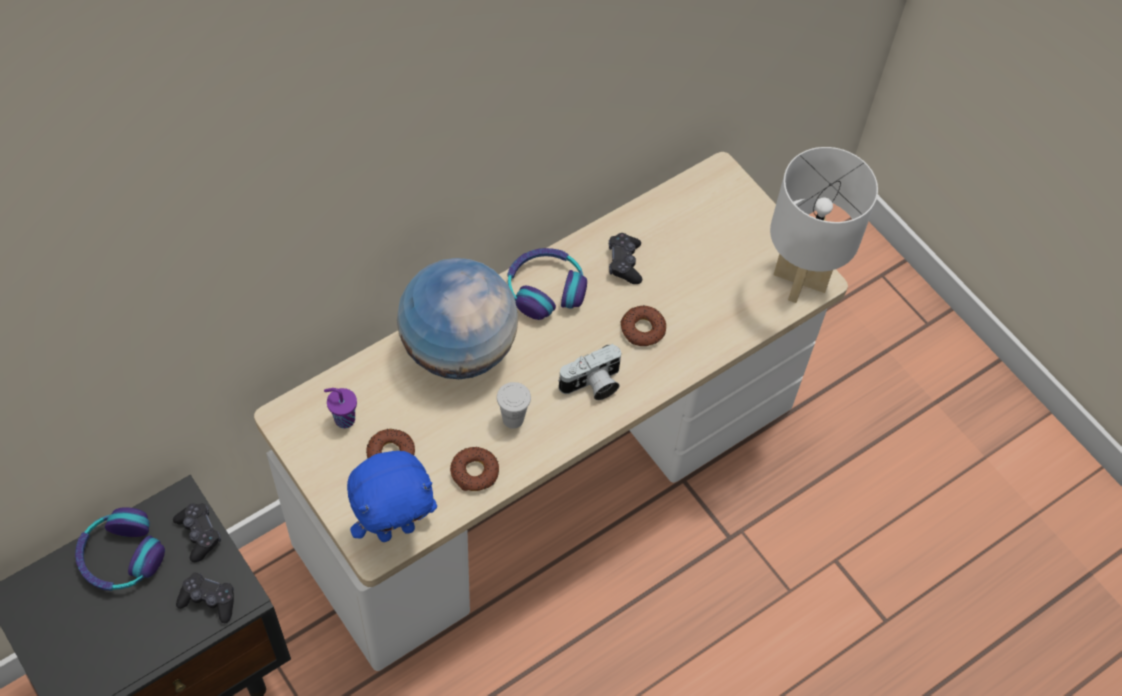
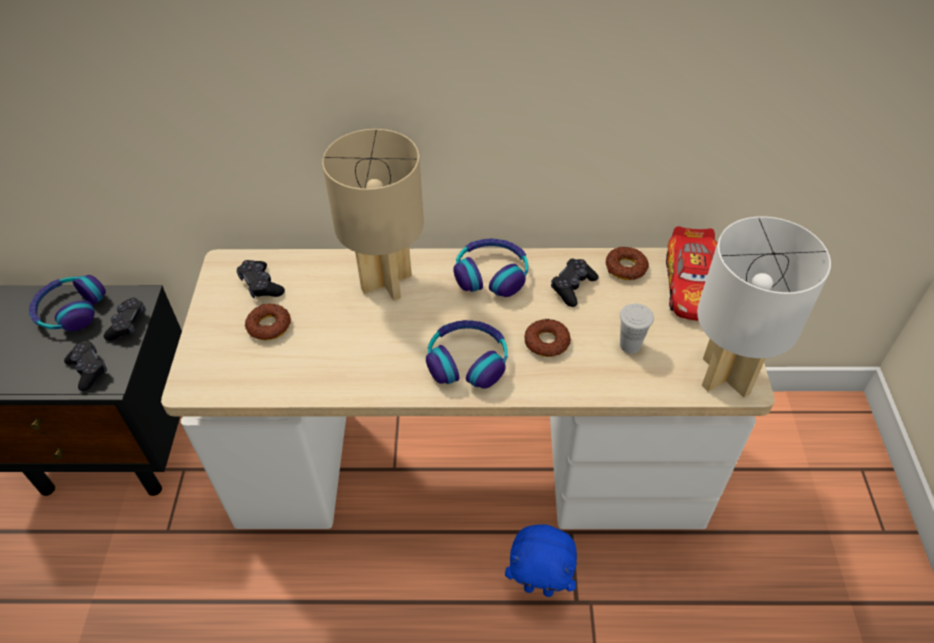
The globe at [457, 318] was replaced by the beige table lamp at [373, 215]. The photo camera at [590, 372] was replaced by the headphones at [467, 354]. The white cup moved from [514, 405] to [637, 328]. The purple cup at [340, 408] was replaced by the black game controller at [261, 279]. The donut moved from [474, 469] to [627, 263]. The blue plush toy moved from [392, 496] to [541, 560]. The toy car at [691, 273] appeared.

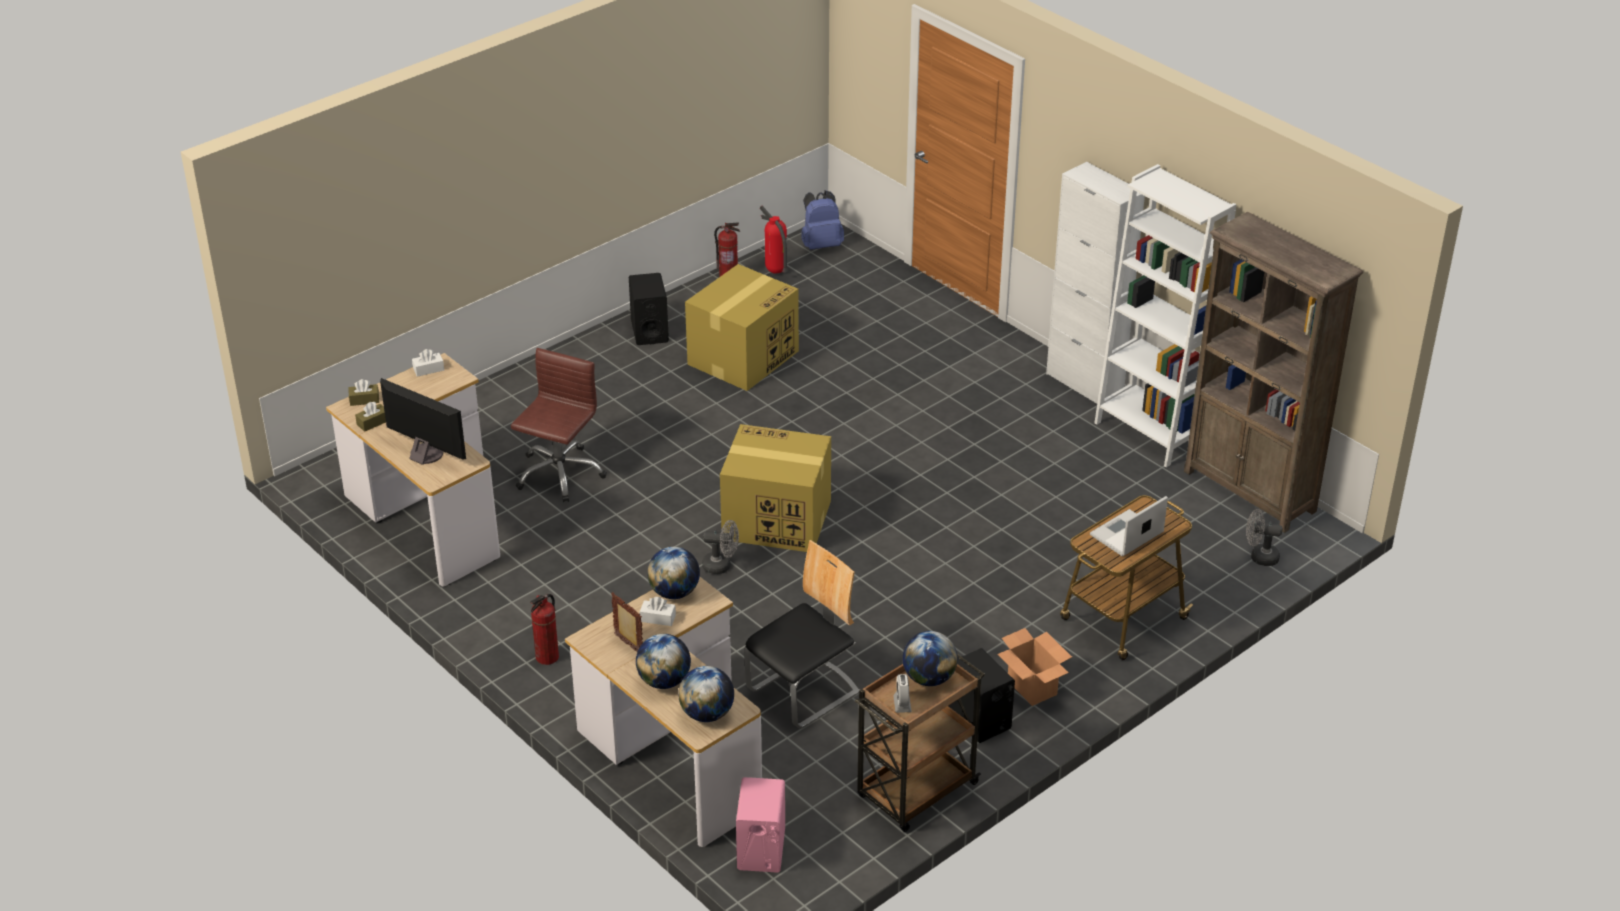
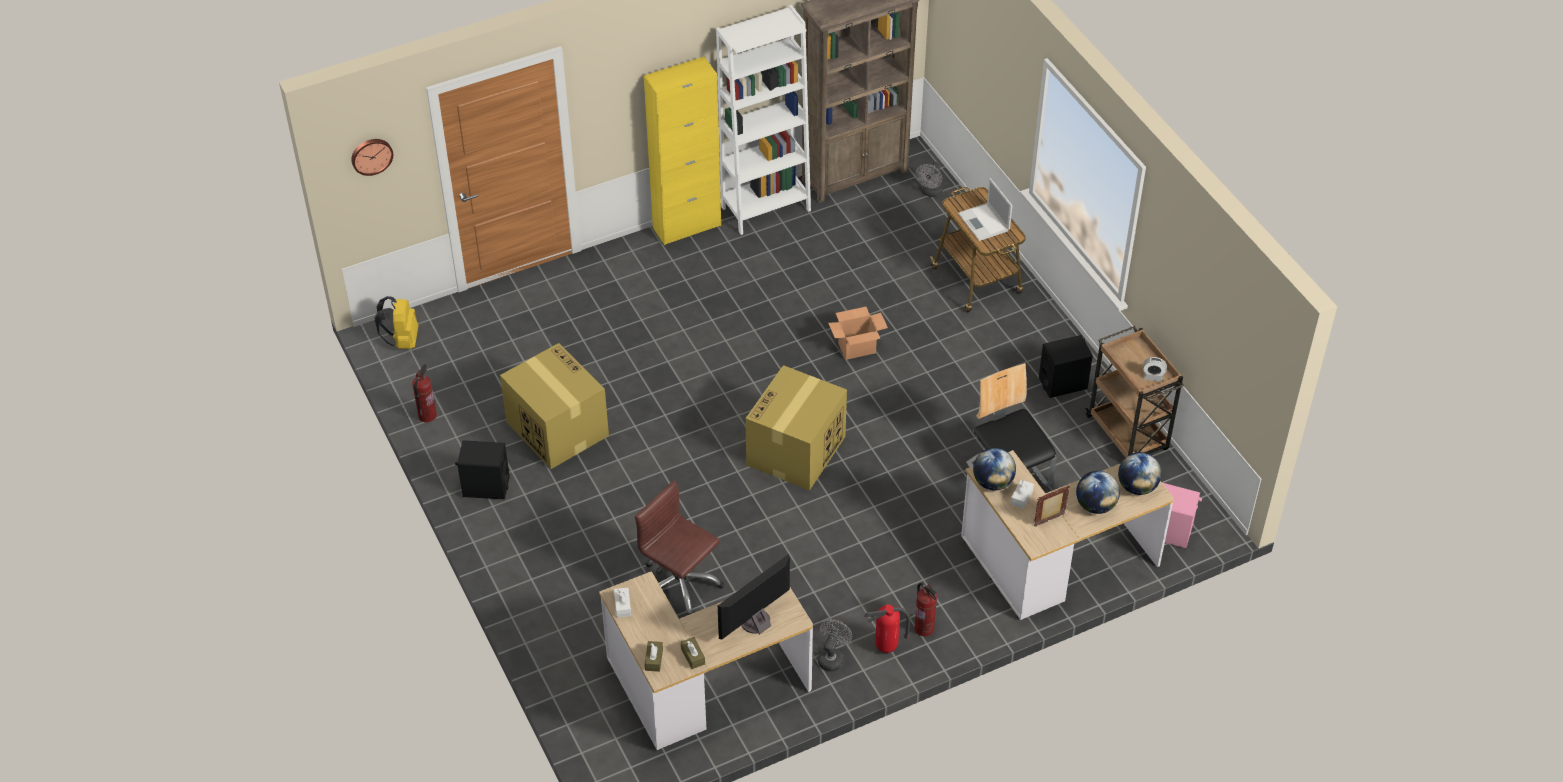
The white cabinet at [1095, 283] became the yellow cabinet at [682, 151]. The blue backpack at [822, 220] became the yellow backpack at [397, 322]. The fire extinguisher moved from [774, 239] to [887, 628]. The grey fan moved from [720, 547] to [835, 645]. The cardboard box moved from [1035, 667] to [858, 333]. The globe at [930, 658] disappeared. The wall clock at [372, 157] appeared.

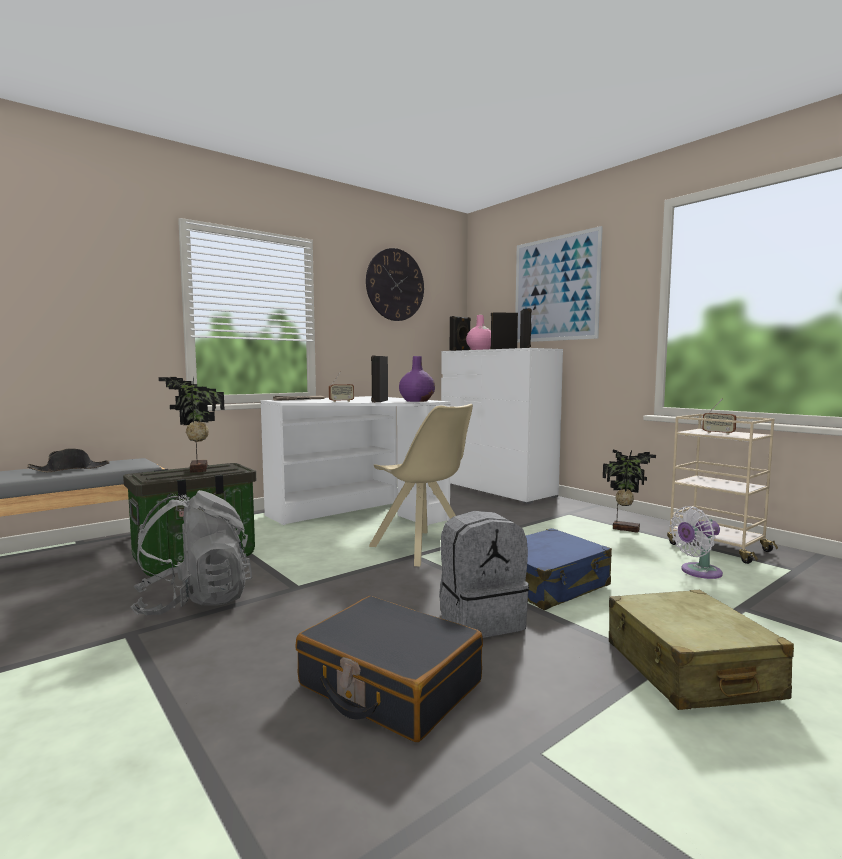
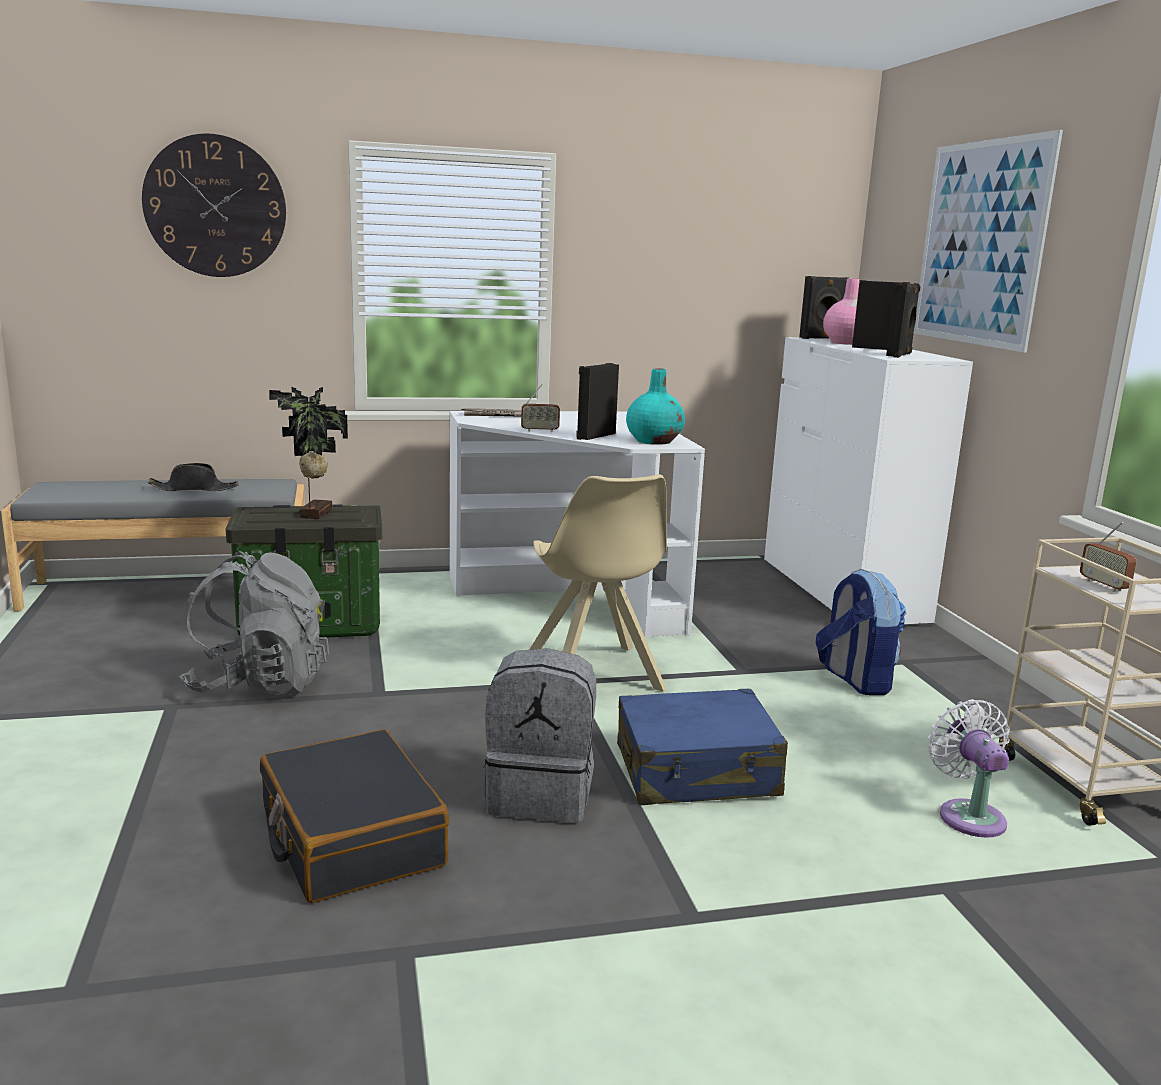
The wall clock moved from [395, 284] to [214, 205]. The purple vase at [417, 379] became the turquoise vase at [655, 406]. The potted plant at [629, 491] disappeared. The white fan at [696, 542] turned 75 degrees clockwise. The beige suitcase at [701, 650] disappeared. The backpack at [861, 632] appeared.

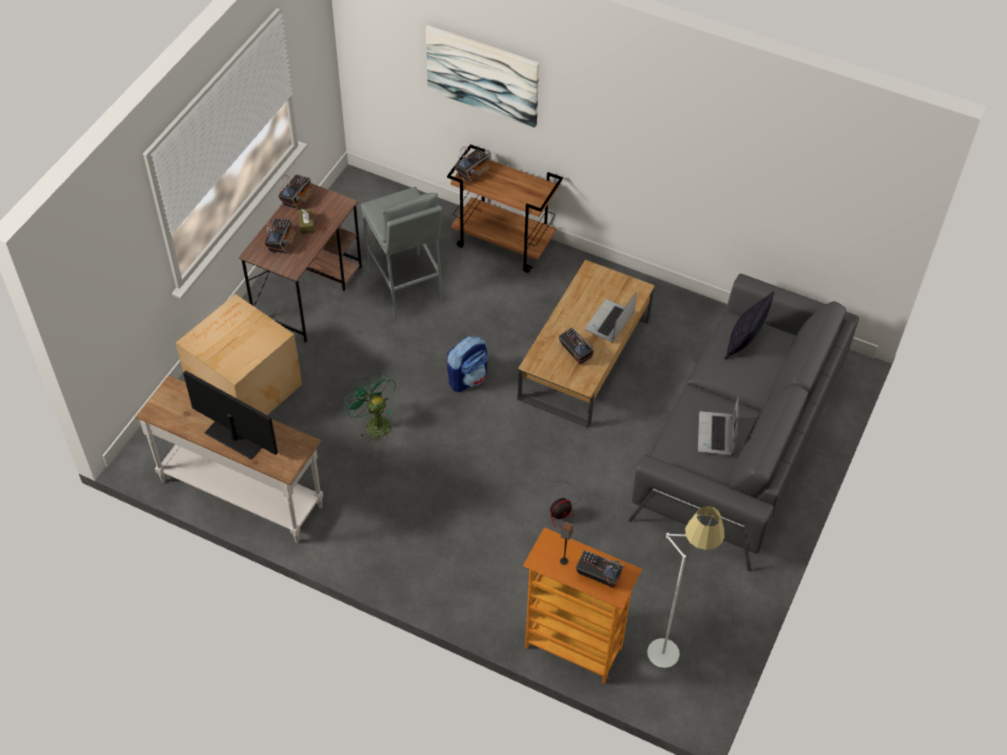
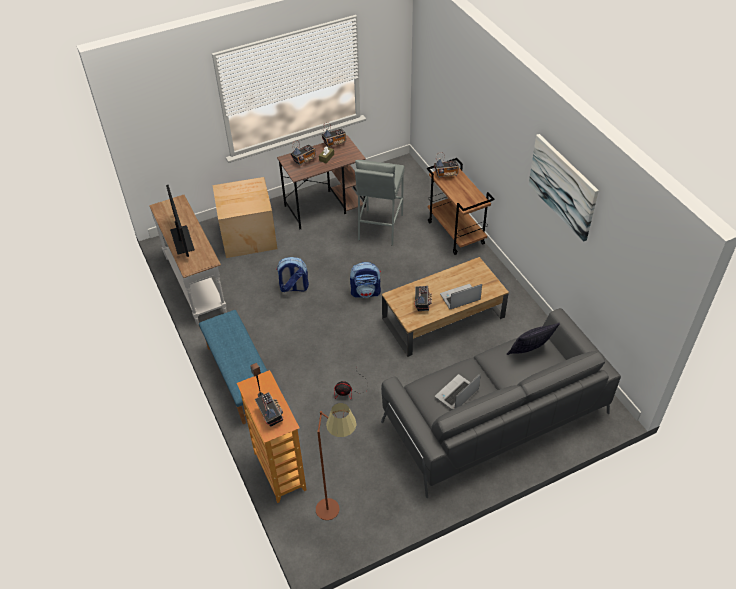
The picture moved from [482, 76] to [563, 188]. The green fan at [370, 408] was replaced by the backpack at [292, 274]. The white floor lamp at [686, 587] became the brown floor lamp at [336, 461]. The blue bench at [233, 367] appeared.

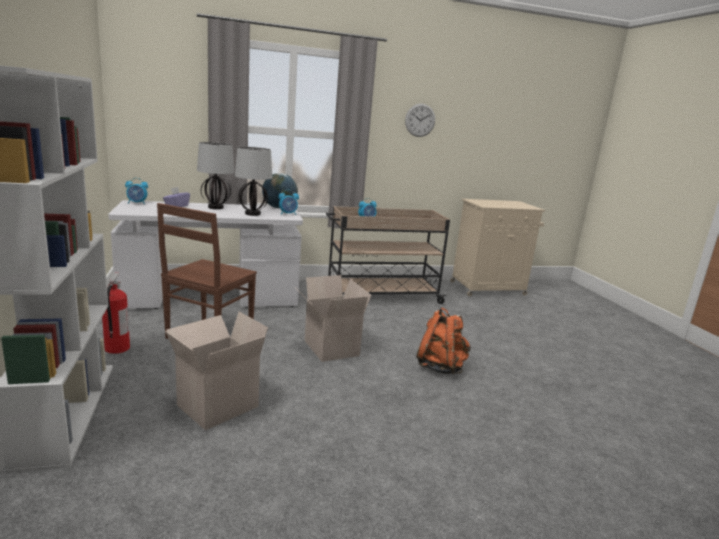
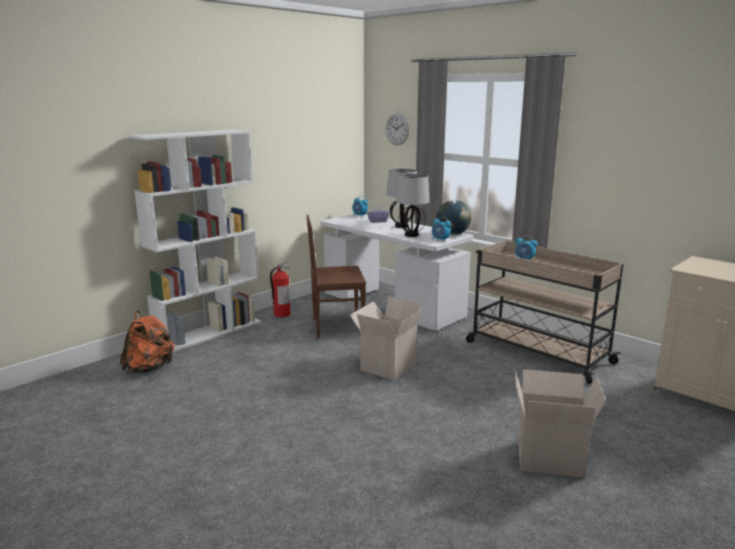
The wall clock moved from [420, 120] to [397, 129]. The orange backpack moved from [443, 341] to [147, 342]. The cardboard box moved from [216, 371] to [560, 423].

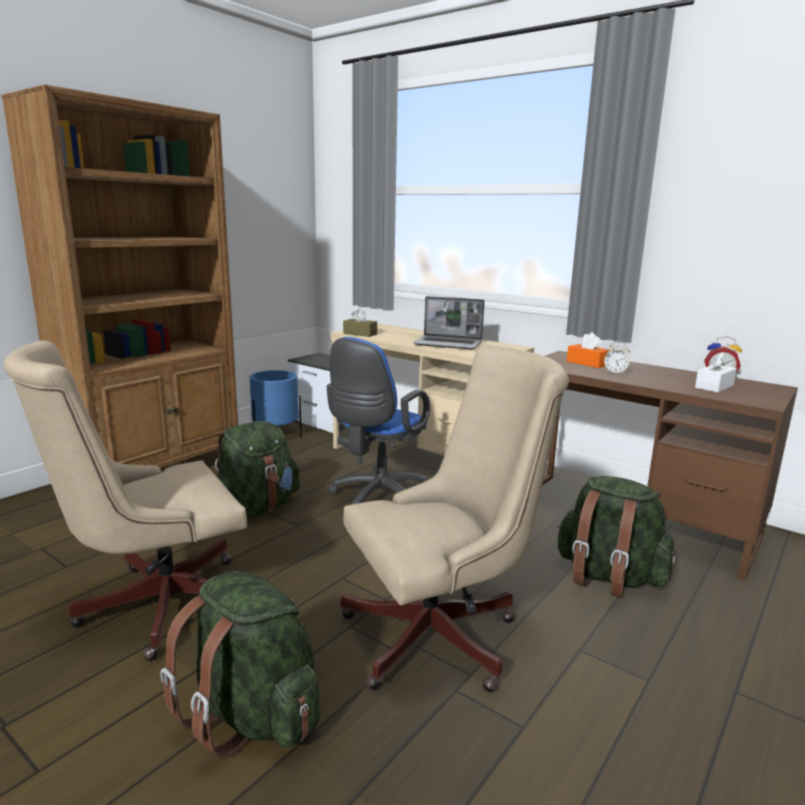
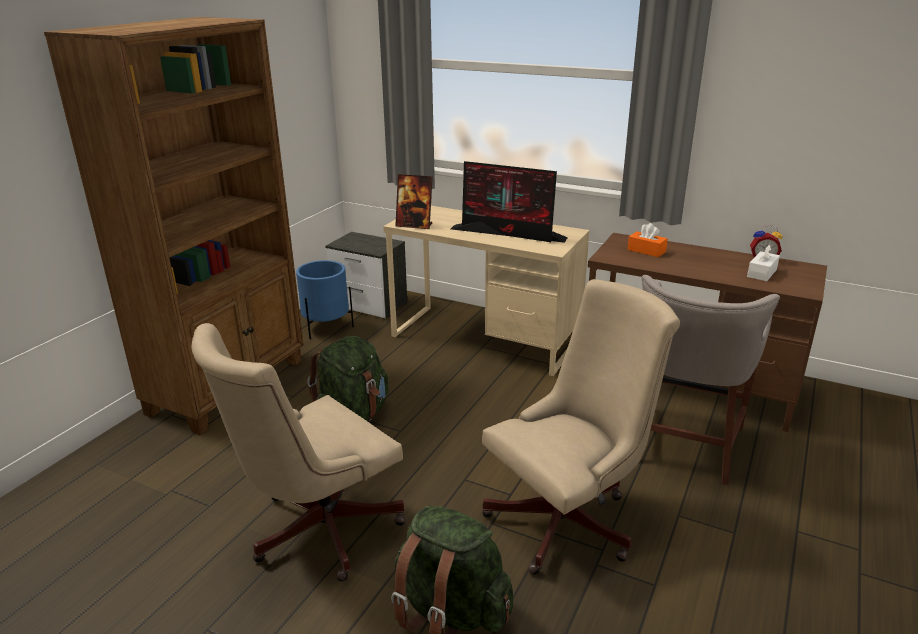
The laptop at [449, 323] was replaced by the monitor at [509, 202]. The brown tissue box at [360, 322] was replaced by the picture frame at [414, 201]. The blue office chair at [378, 420] disappeared. The alarm clock at [617, 357] disappeared. The green backpack at [616, 537] was replaced by the grey stool at [711, 380].

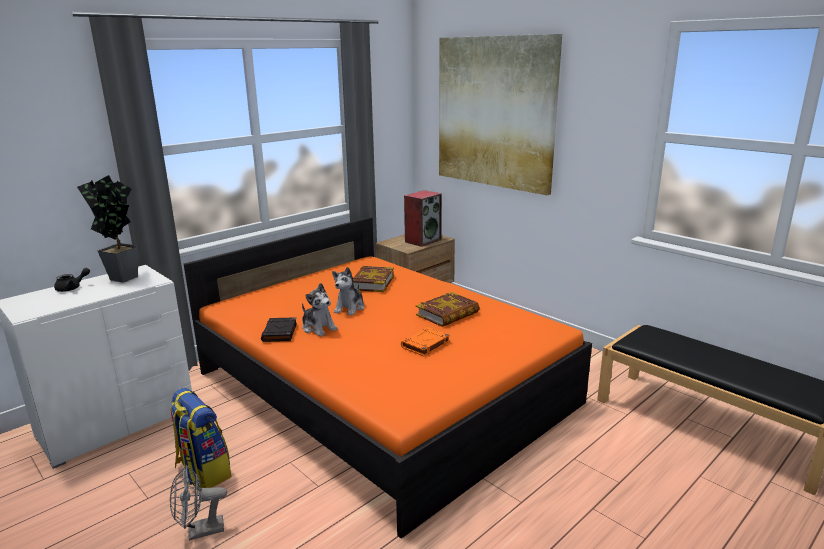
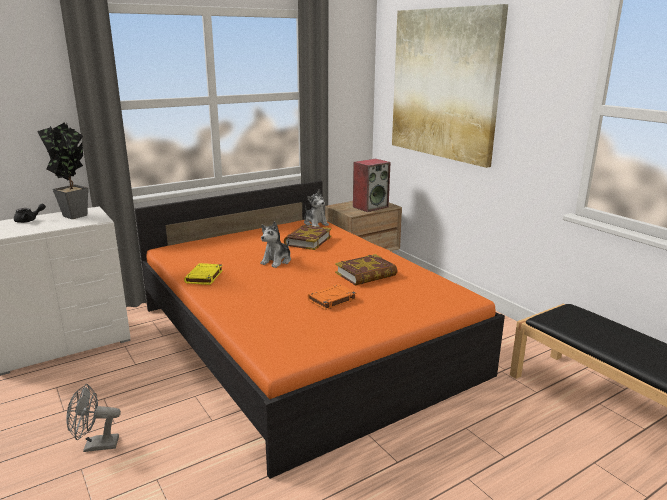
The plush toy moved from [320, 309] to [316, 208]. The black book at [279, 329] became the yellow book at [203, 274]. The backpack at [200, 438] disappeared.

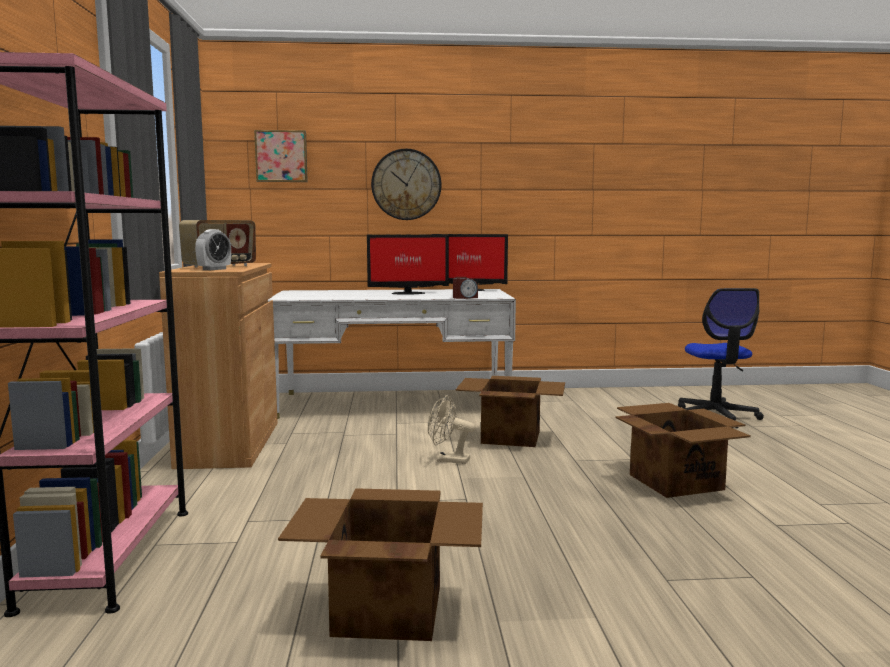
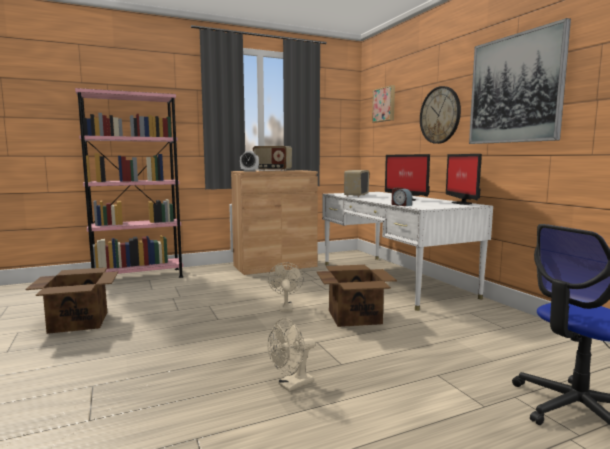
The cardboard box at [683, 450] was replaced by the beige fan at [292, 354]. The picture at [520, 81] appeared. The radio at [356, 183] appeared.

